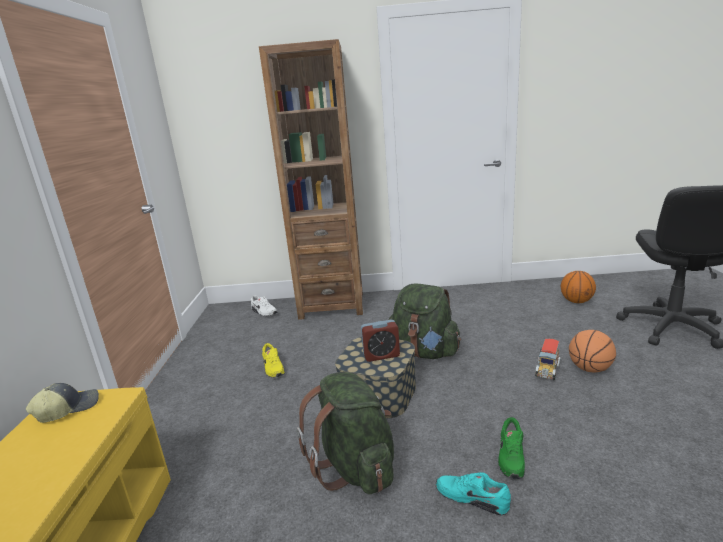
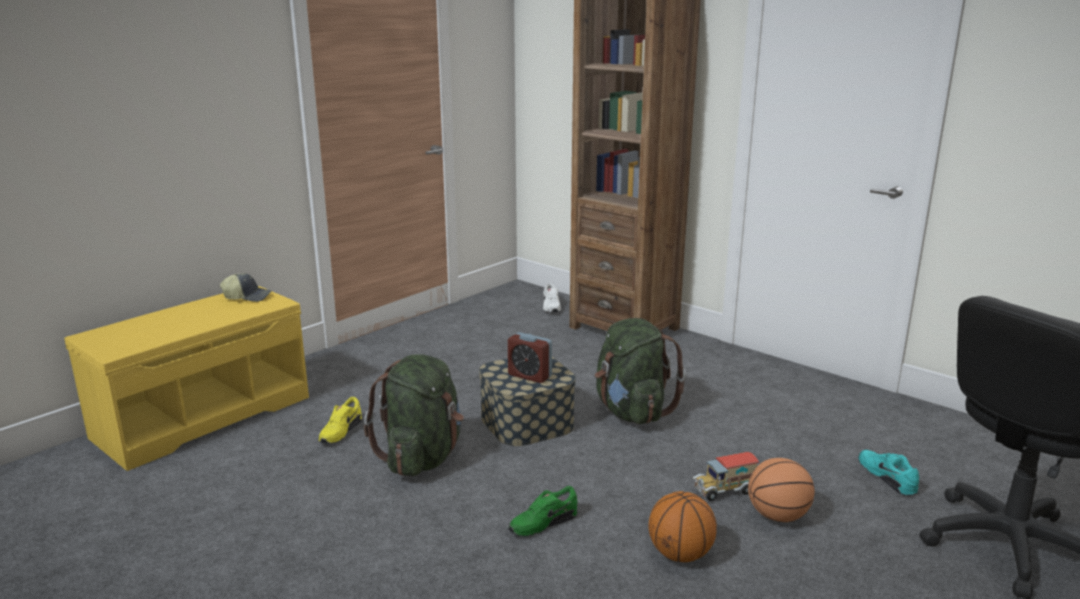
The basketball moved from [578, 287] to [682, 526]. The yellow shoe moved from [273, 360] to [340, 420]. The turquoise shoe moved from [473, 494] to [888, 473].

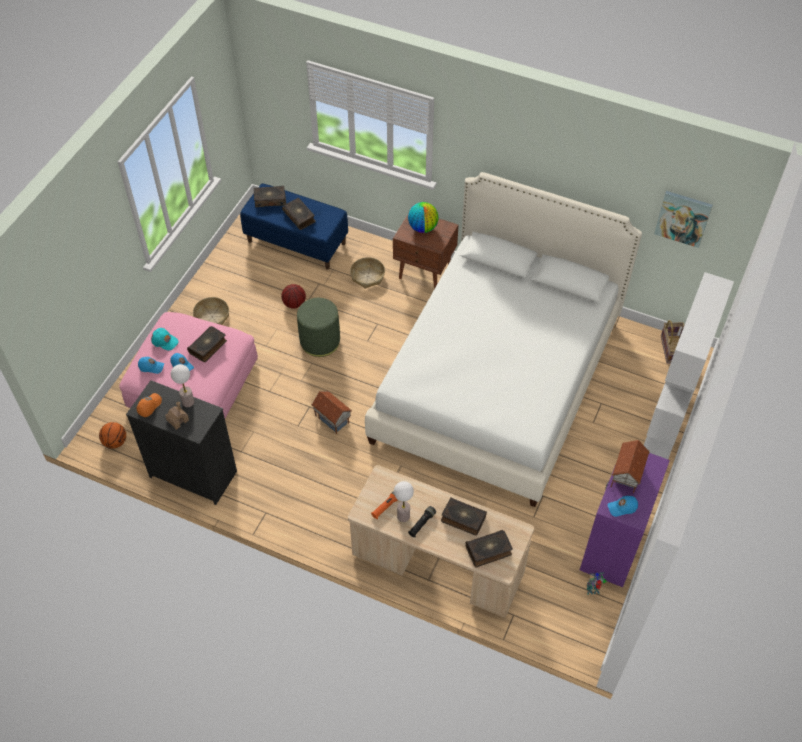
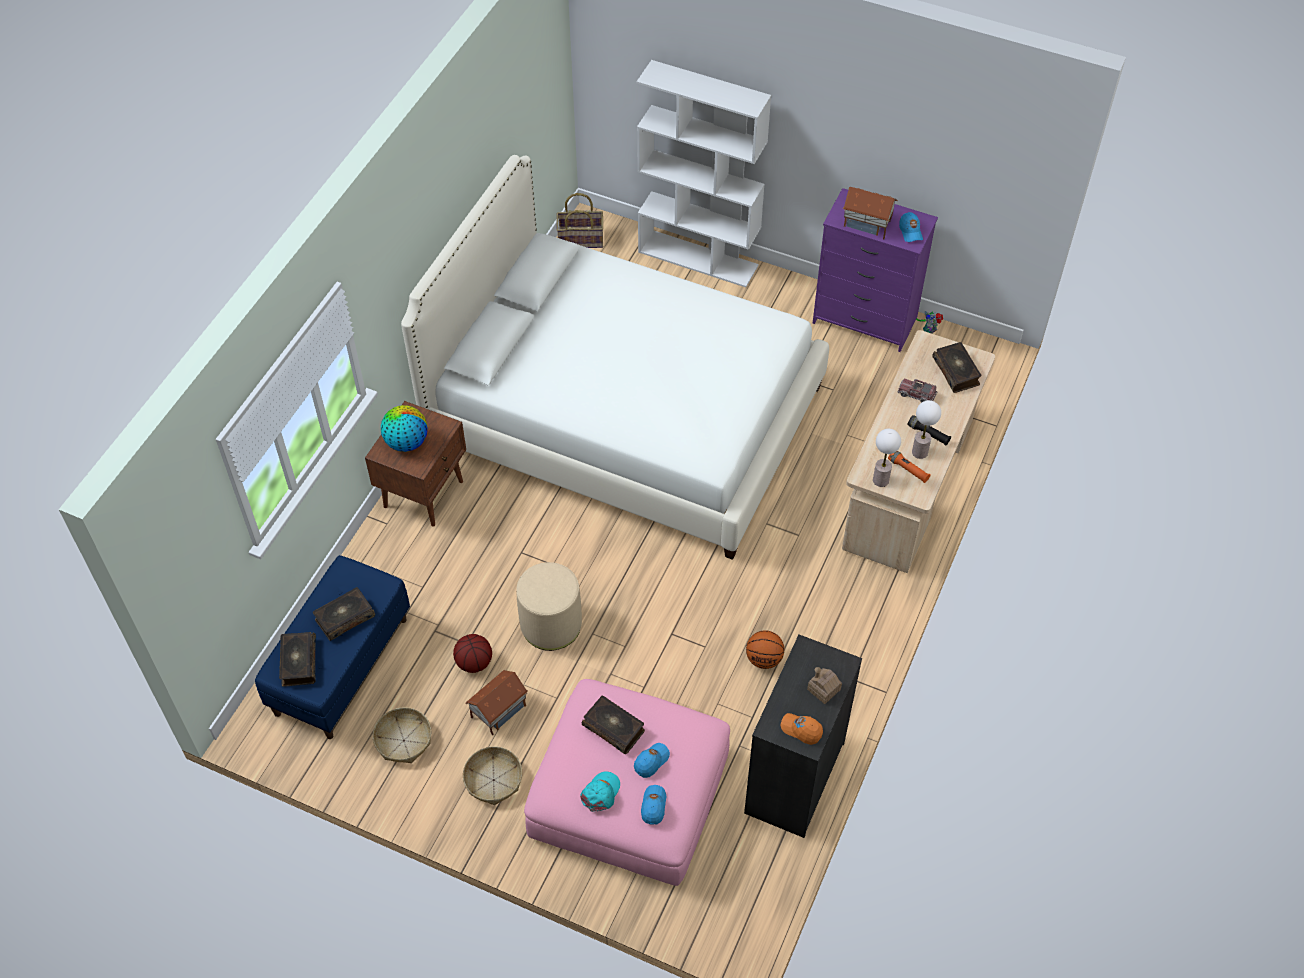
The picture at [683, 219] disappeared. The basket moved from [367, 273] to [402, 735]. The green ottoman at [318, 327] became the beige ottoman at [549, 606]. The table lamp moved from [182, 385] to [887, 458]. The toy house moved from [331, 412] to [497, 702]. The basketball moved from [112, 435] to [765, 649]. The book at [464, 516] was replaced by the toy truck at [917, 390].

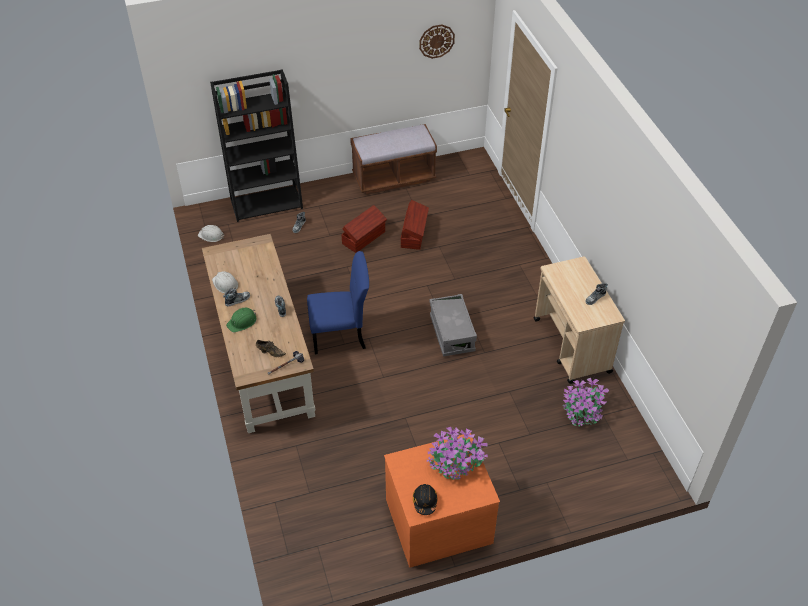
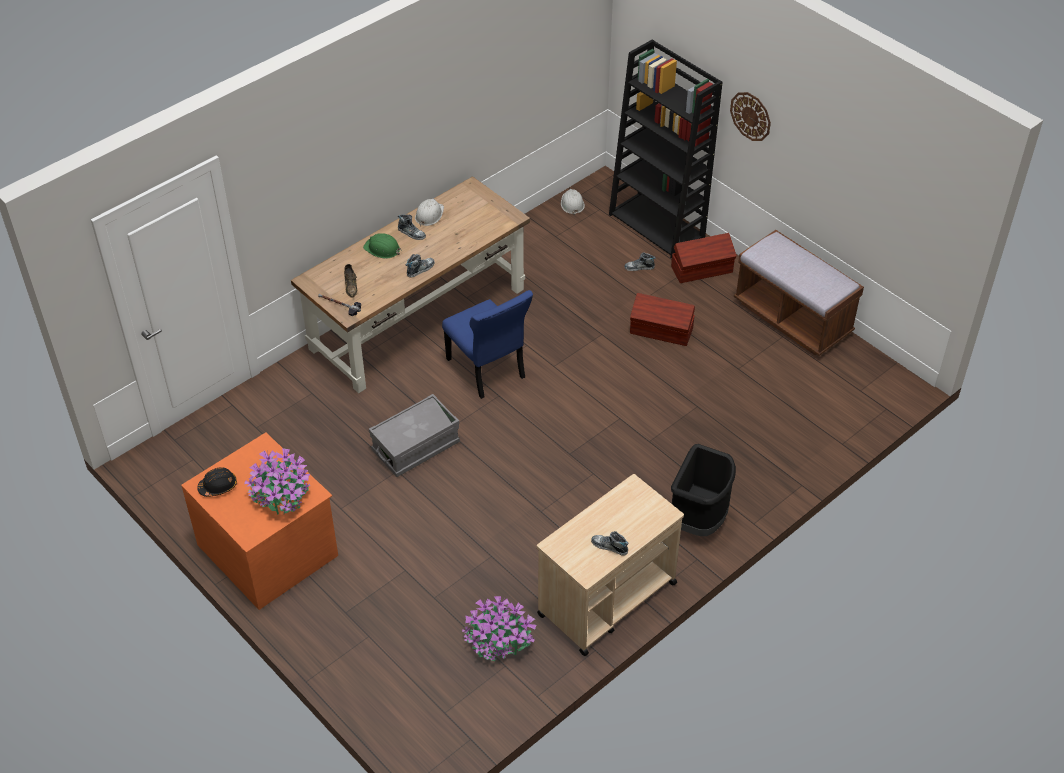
The wall clock moved from [437, 41] to [750, 116]. The brown storage box moved from [415, 225] to [704, 258]. The grey storage box moved from [453, 325] to [414, 435]. The black trash can at [703, 490] appeared.

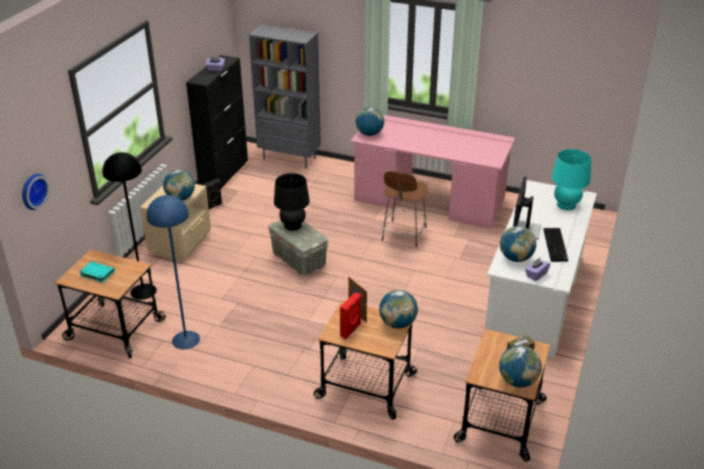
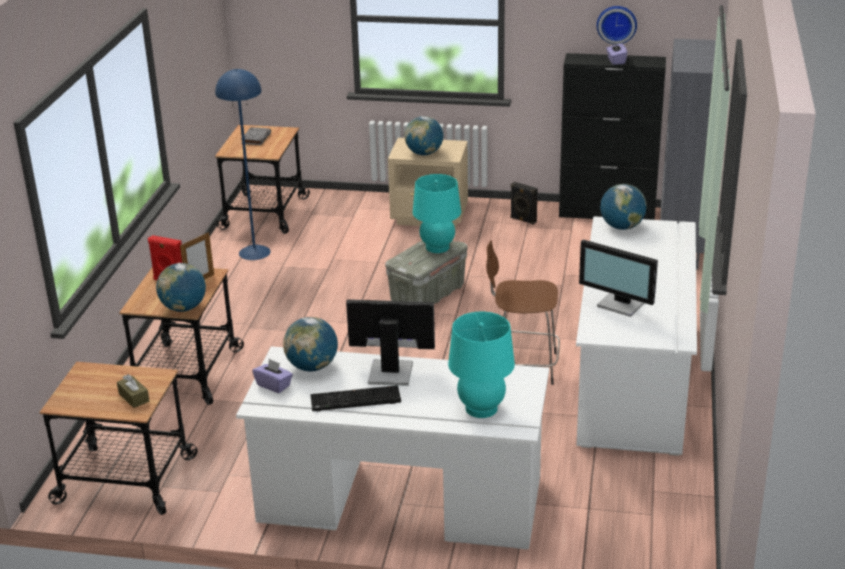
The pink desk at [433, 172] became the white desk at [636, 336]. The black floor lamp at [129, 226] disappeared. The black table lamp at [292, 202] became the turquoise table lamp at [437, 213]. The wall clock moved from [36, 192] to [617, 25]. The turquoise book at [97, 272] became the grey book at [256, 136]. The globe at [520, 366] disappeared. The monitor at [618, 278] appeared.

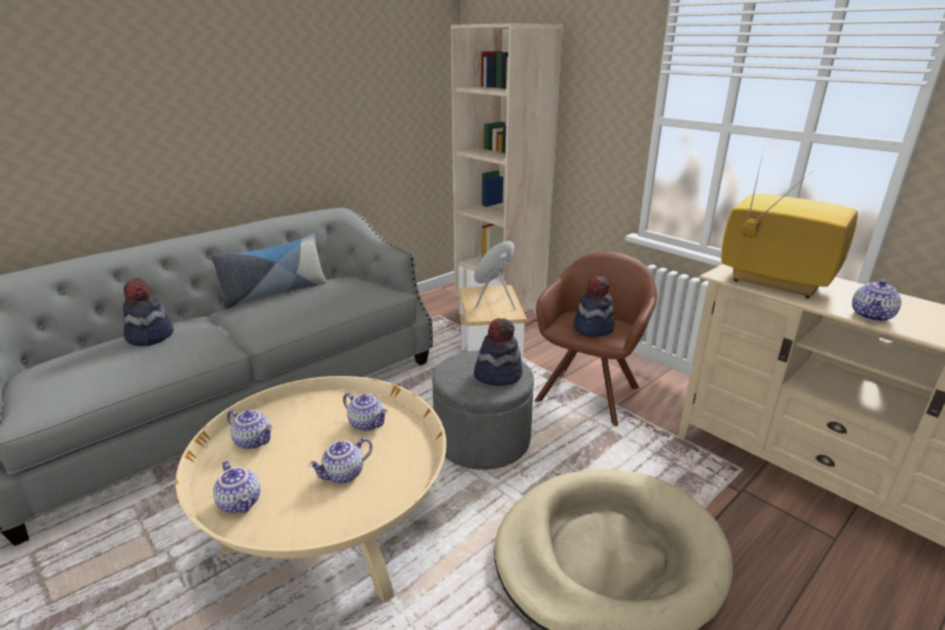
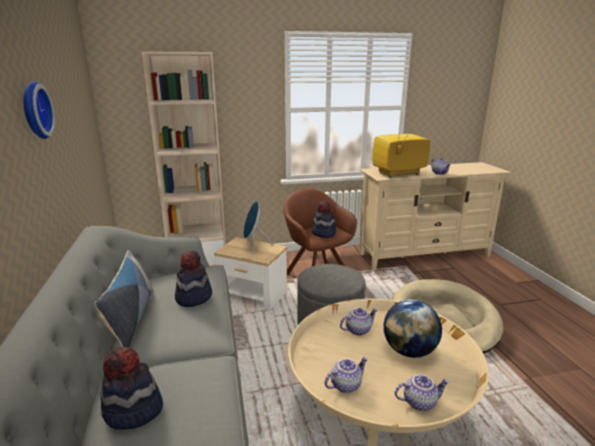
The hat moved from [498, 352] to [193, 279]. The teapot at [340, 461] was replaced by the globe at [413, 328]. The wall clock at [39, 110] appeared.

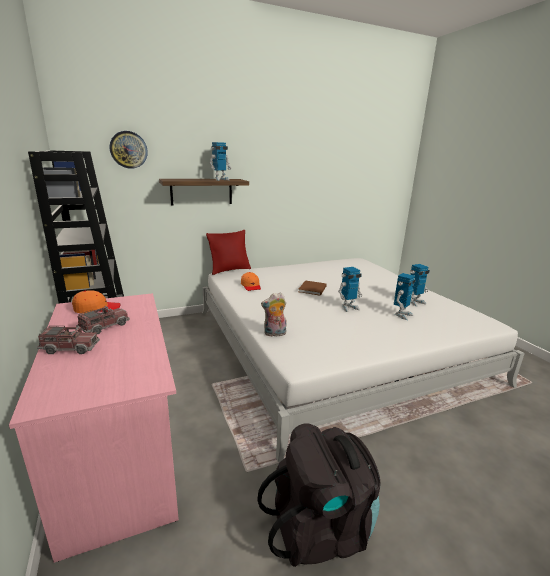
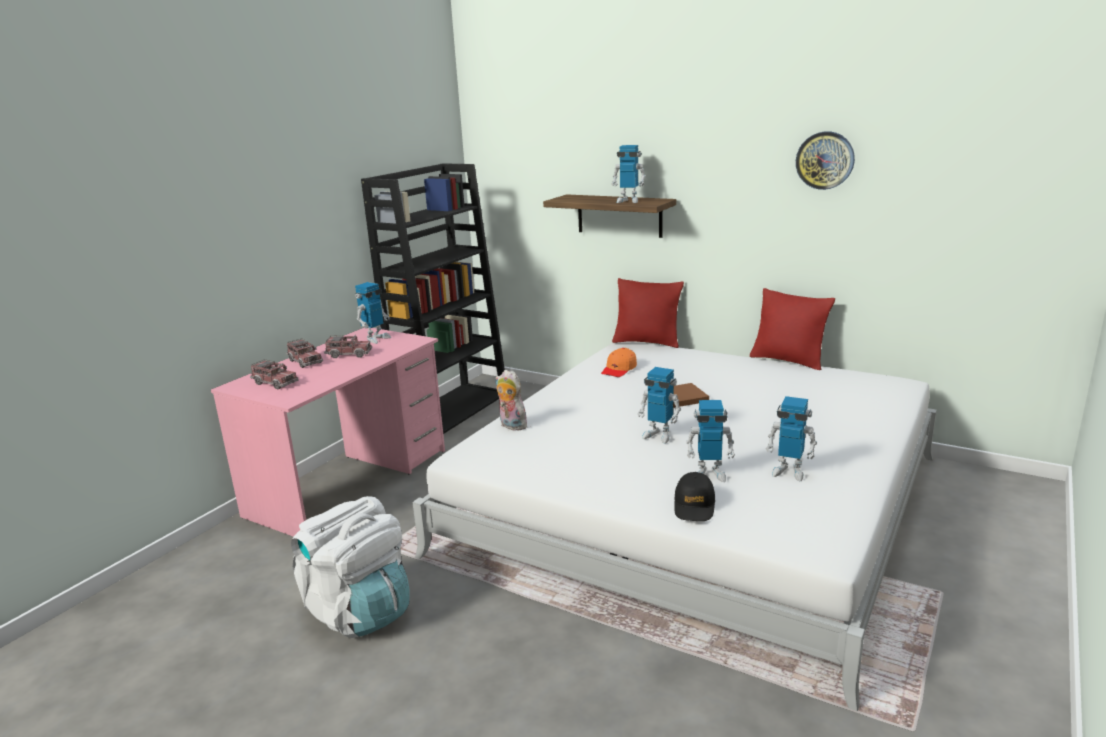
The wall clock moved from [129, 150] to [825, 160]. The orange cap at [96, 301] was replaced by the toy robot at [373, 313]. The black backpack at [319, 495] became the white backpack at [350, 567]. The red pillow at [792, 329] appeared. The toy truck at [274, 374] appeared. The black cap at [694, 496] appeared.

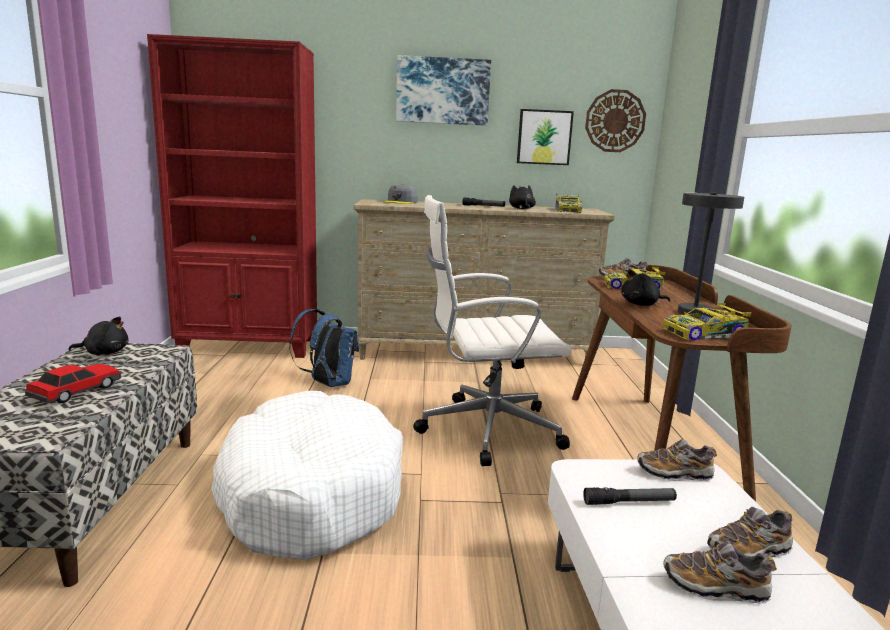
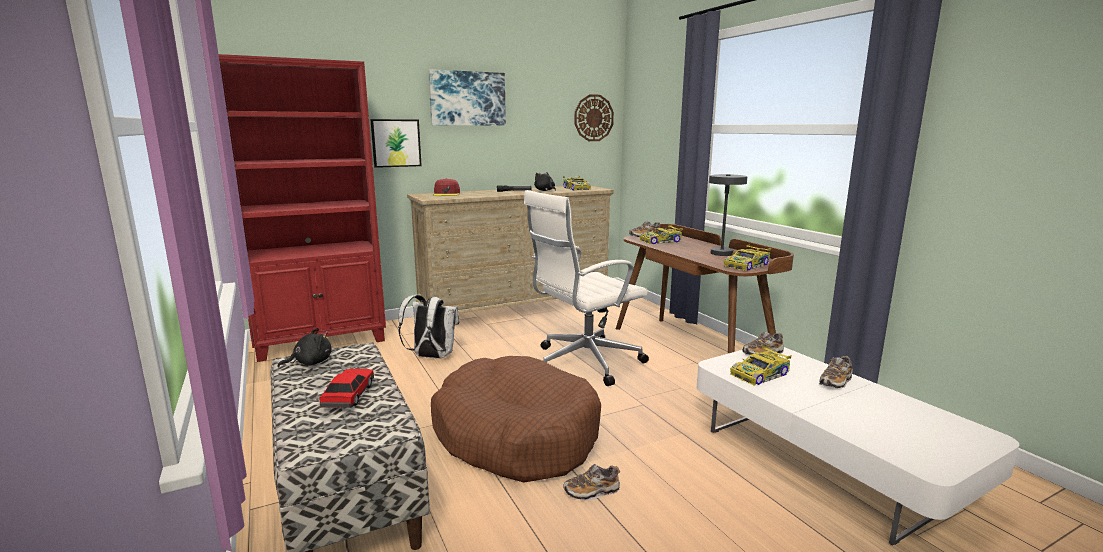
The picture moved from [545, 137] to [396, 143]. The grey cap at [400, 194] became the red cap at [446, 187]. The black plush toy at [645, 288] disappeared. The blue backpack at [324, 348] became the white backpack at [428, 327]. The white dog bed at [307, 475] became the brown dog bed at [516, 419]. The flashlight at [630, 496] was replaced by the toy car at [761, 366]. The shoe moved from [720, 572] to [591, 482].

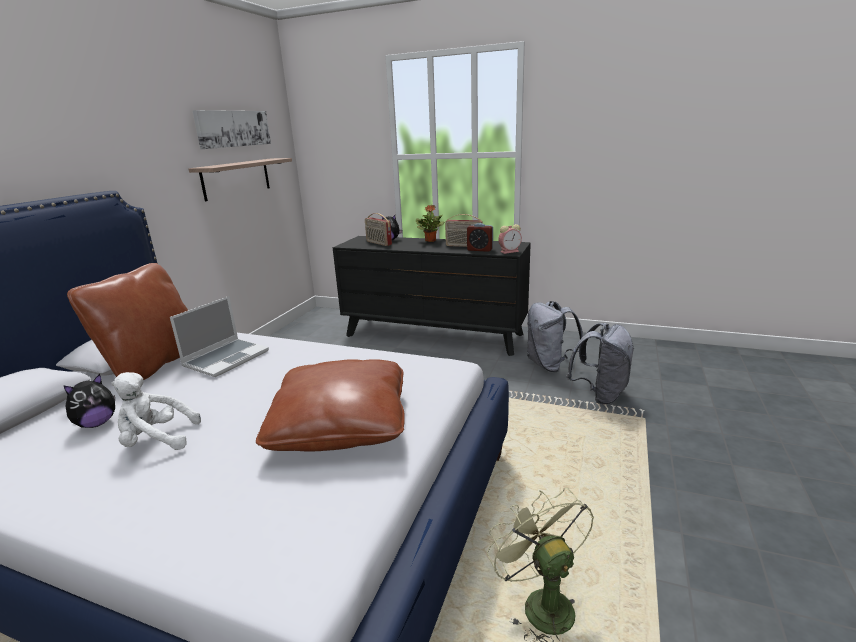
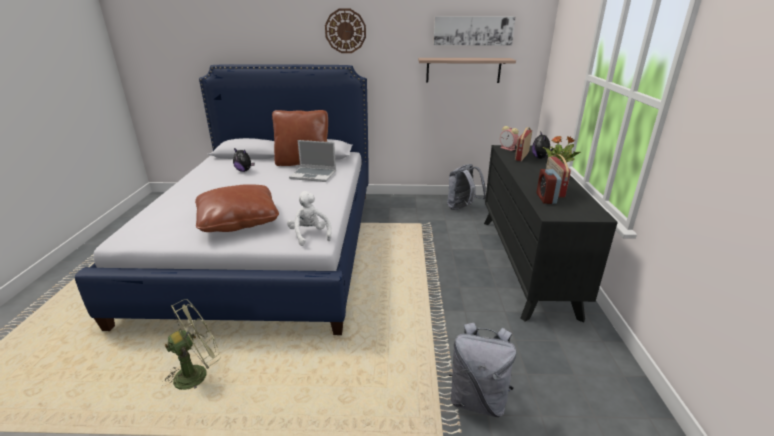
The alarm clock moved from [510, 239] to [509, 138]. The grey backpack moved from [555, 336] to [466, 187]. The white plush toy moved from [156, 411] to [309, 218]. The wall clock at [345, 31] appeared.

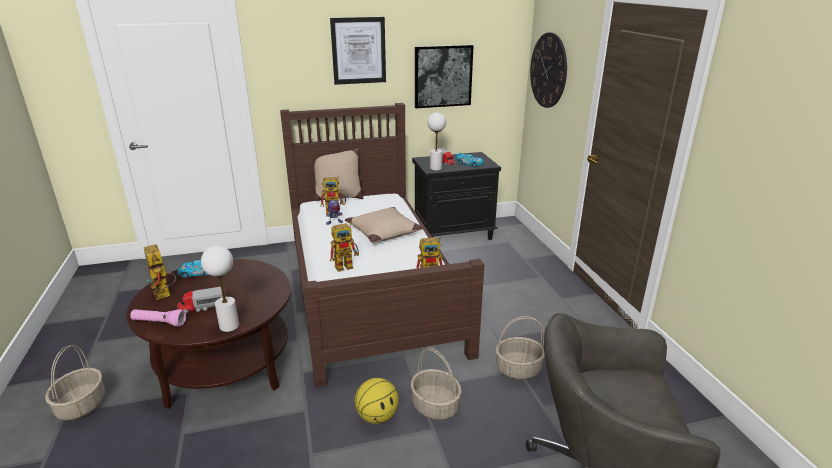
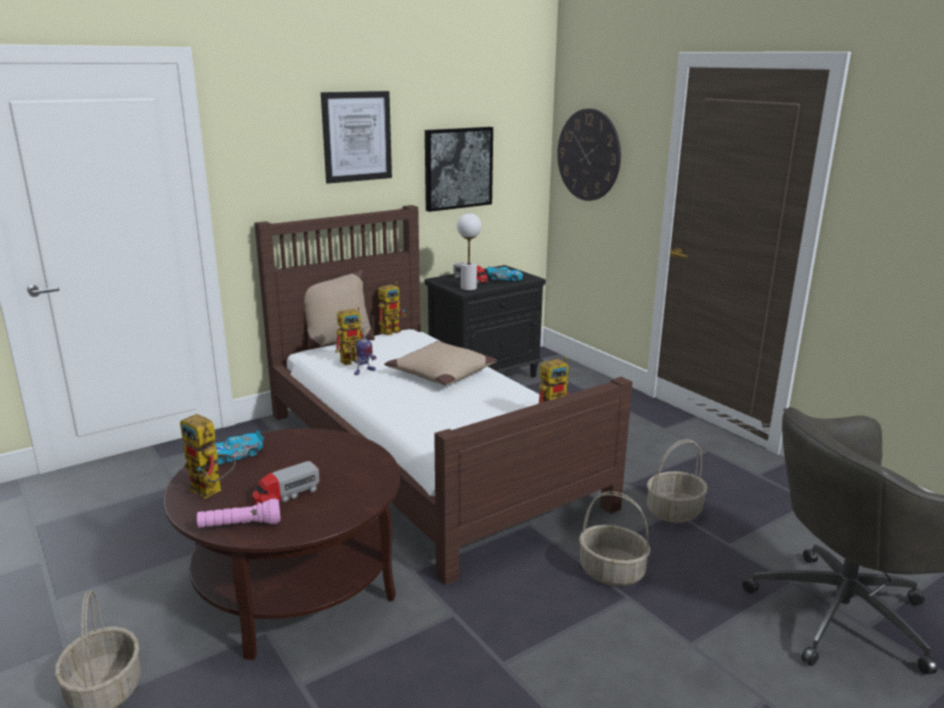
The toy robot moved from [344, 247] to [392, 308]. The white table lamp at [220, 289] disappeared. The basketball at [377, 401] disappeared.

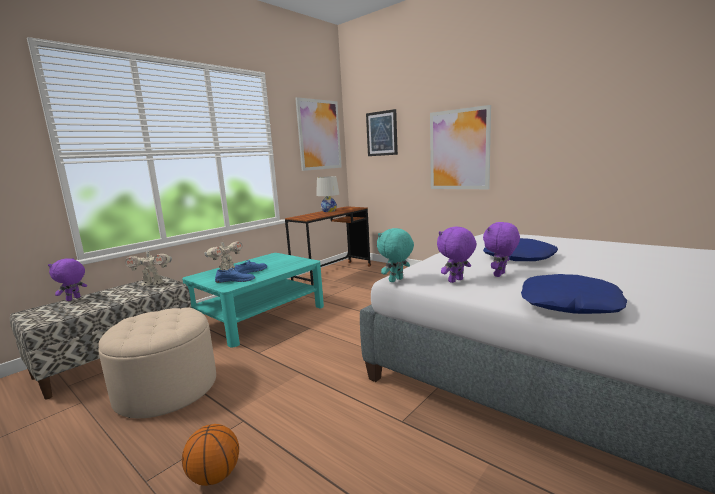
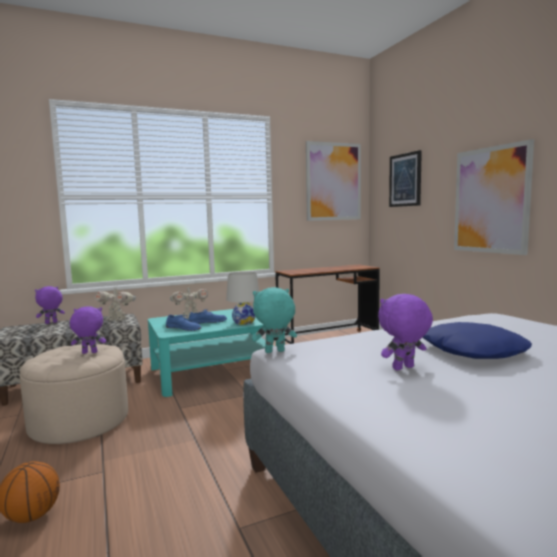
The white table lamp moved from [327, 194] to [242, 298]. The purple plush toy moved from [457, 255] to [88, 330]. The blue pillow at [574, 294] disappeared.

